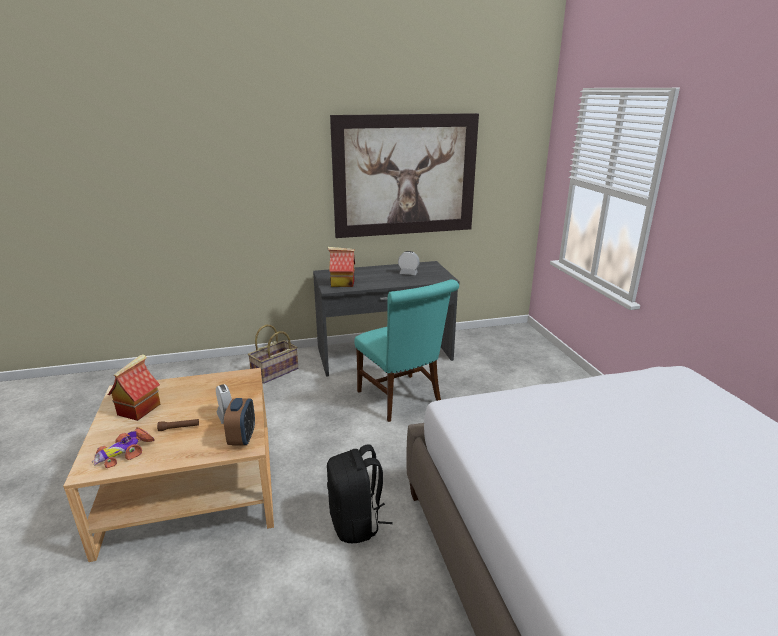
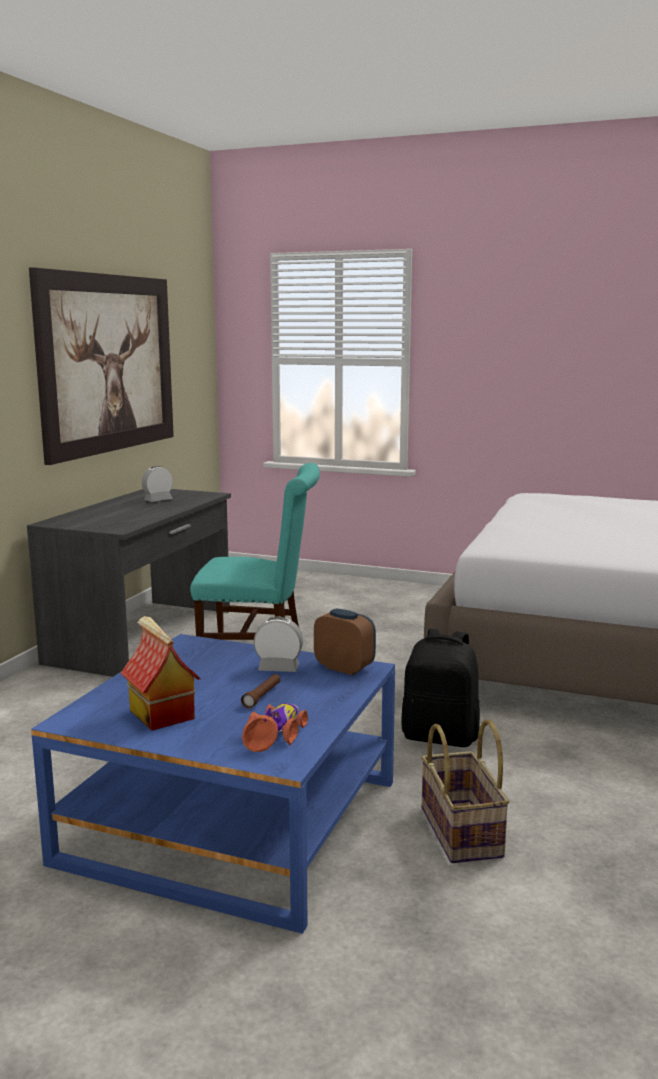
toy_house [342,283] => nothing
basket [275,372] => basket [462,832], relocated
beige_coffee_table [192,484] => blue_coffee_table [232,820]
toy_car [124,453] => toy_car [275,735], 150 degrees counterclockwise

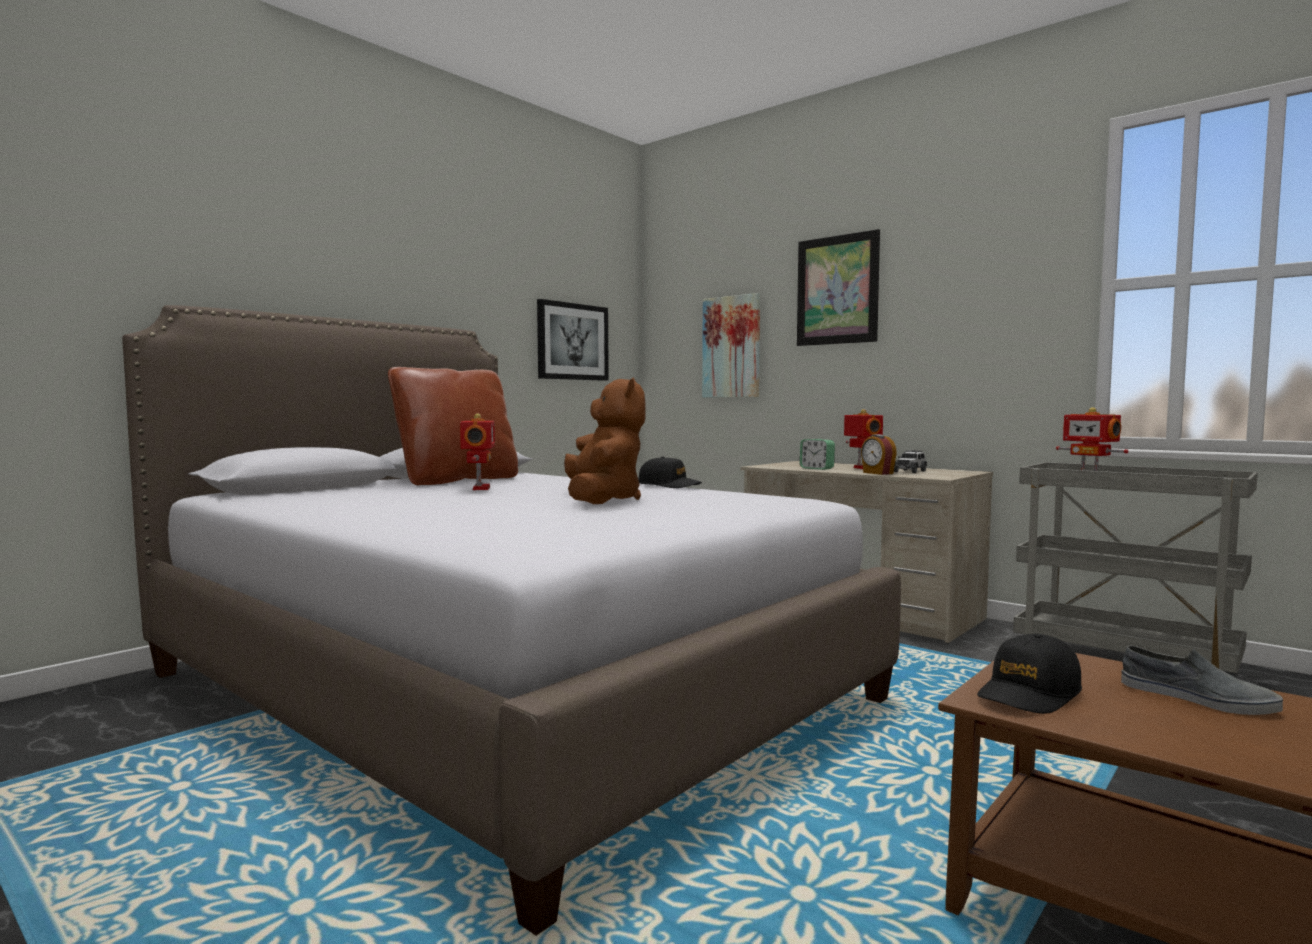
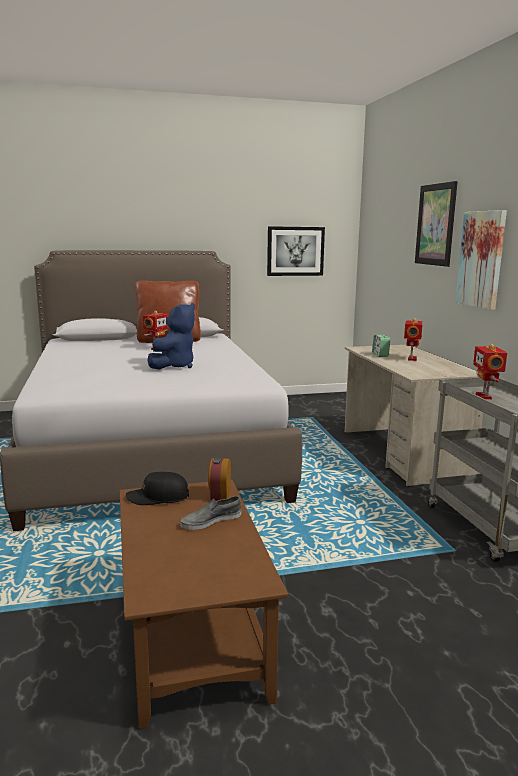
black_cap [669,485] => nothing
toy_car [910,471] => nothing
picture [732,347] => picture [481,259], relocated
alarm_clock [877,473] => alarm_clock [219,495], relocated
brown_plush_toy [602,500] => blue_plush_toy [174,366]
grey_shoe [1196,698] => grey_shoe [211,520], 75 degrees clockwise

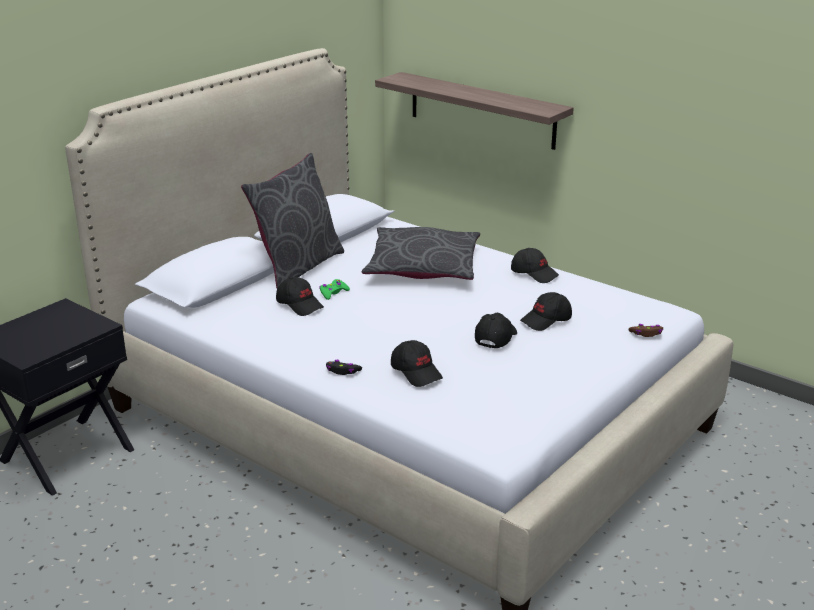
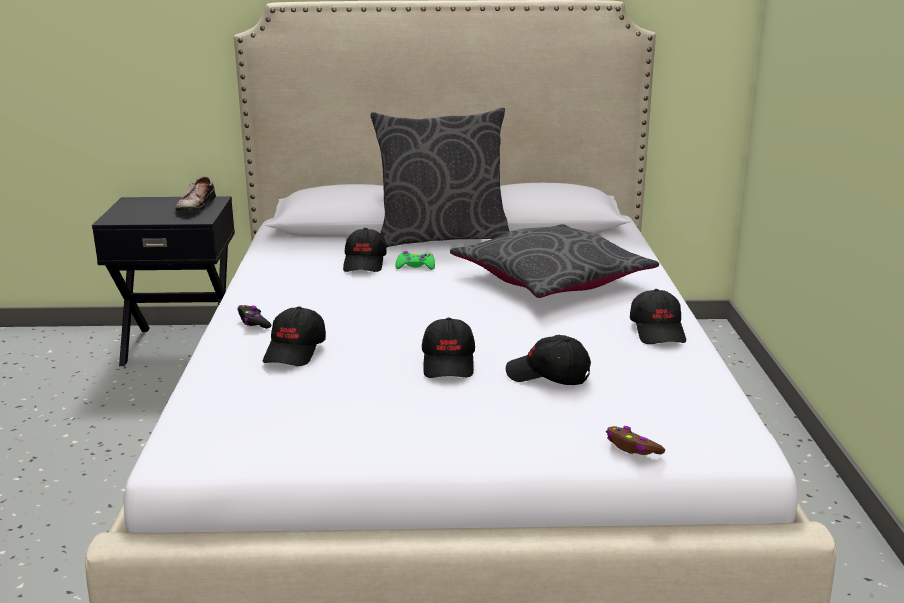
shelf [481,110] => nothing
nothing => shoe [195,206]
black_cap [495,337] => black_cap [449,363], 105 degrees clockwise

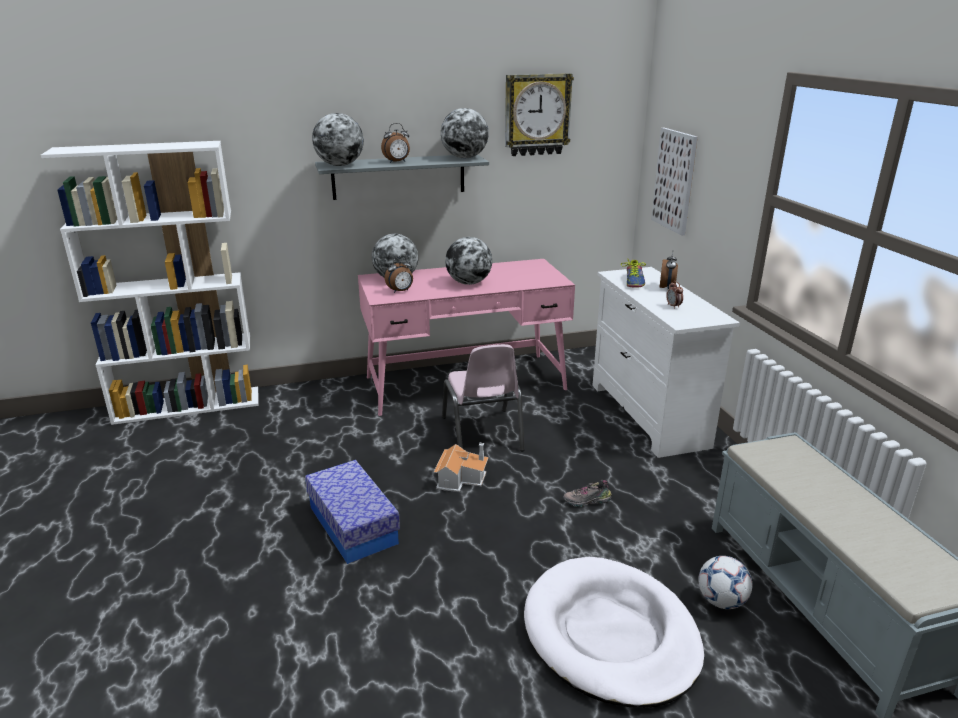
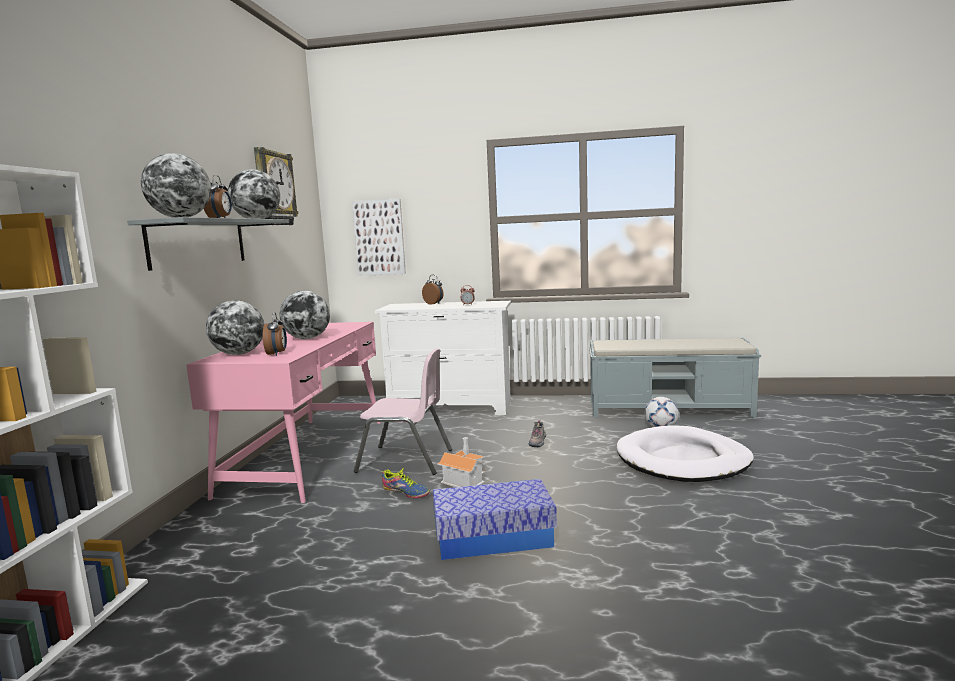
shoe [634,282] => shoe [405,491], relocated

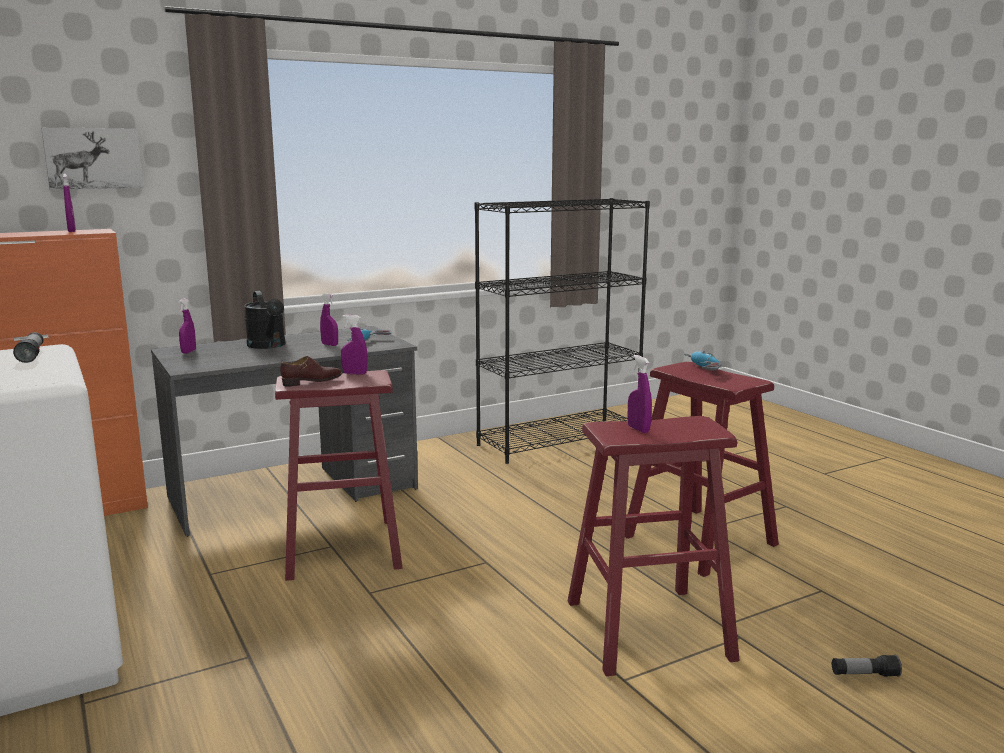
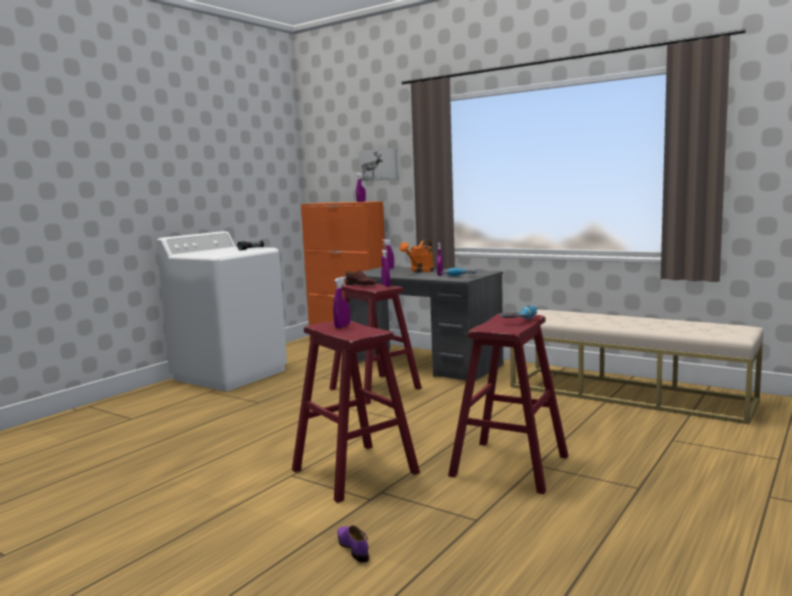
black_bookcase [559,440] => beige_bench [628,393]
flashlight [864,675] => purple_shoe [353,547]
black_watering_can [268,346] => orange_watering_can [419,271]

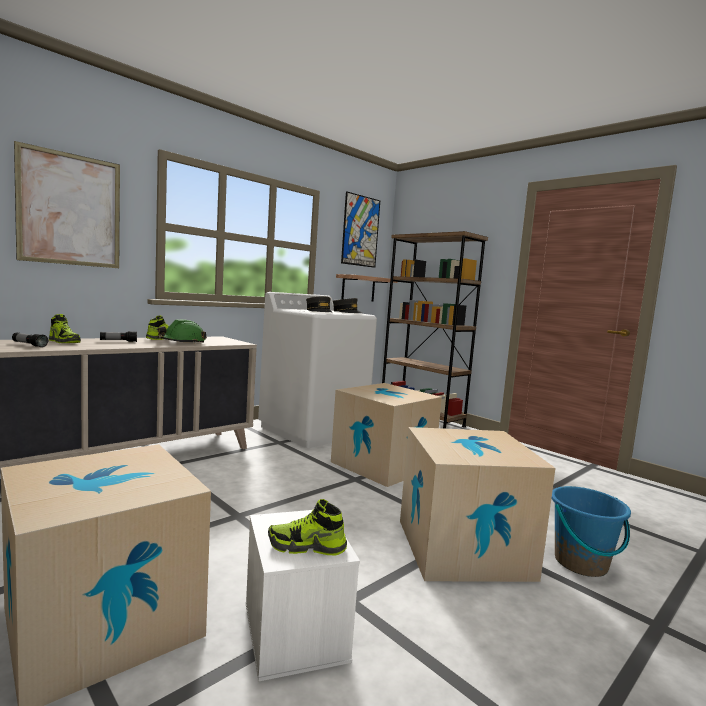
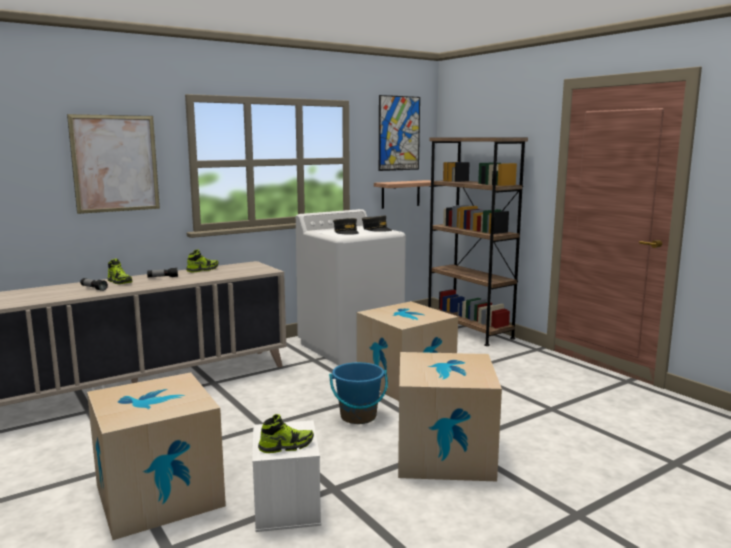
green_hard_hat [182,342] => nothing
blue_bucket [581,563] => blue_bucket [358,416], relocated
shoe [306,547] => shoe [286,446], 150 degrees clockwise

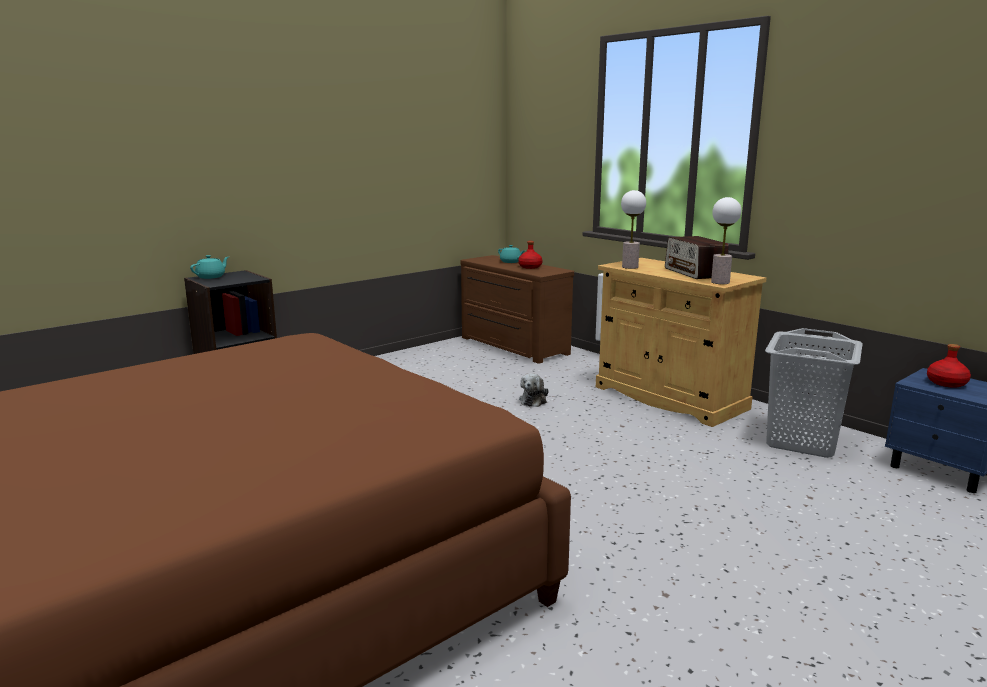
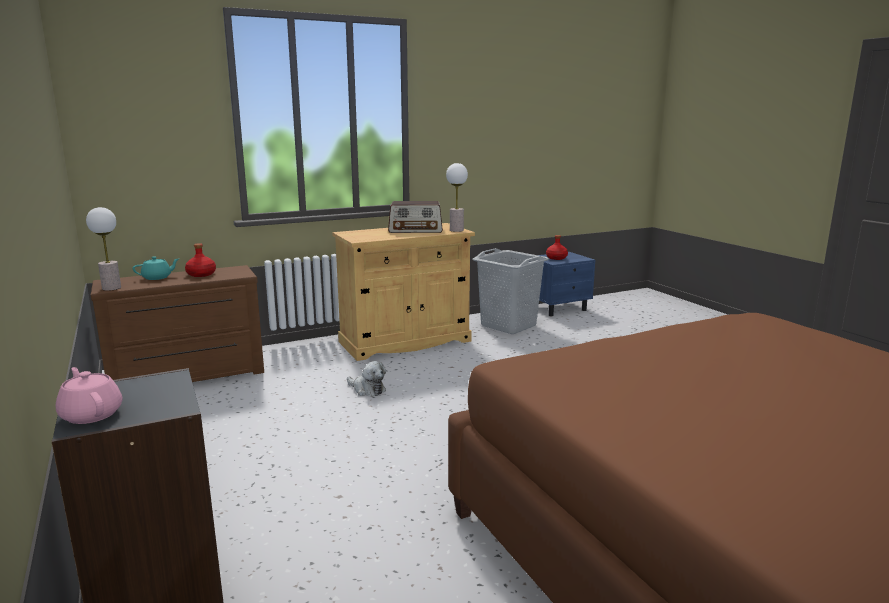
table_lamp [630,267] => table_lamp [111,288], relocated
turquoise_teapot [211,277] => pink_teapot [91,414]

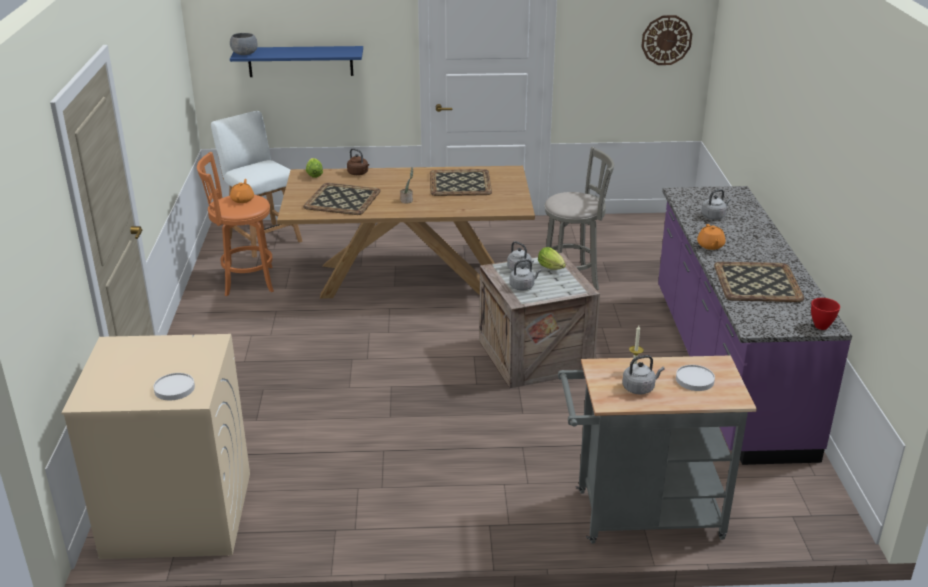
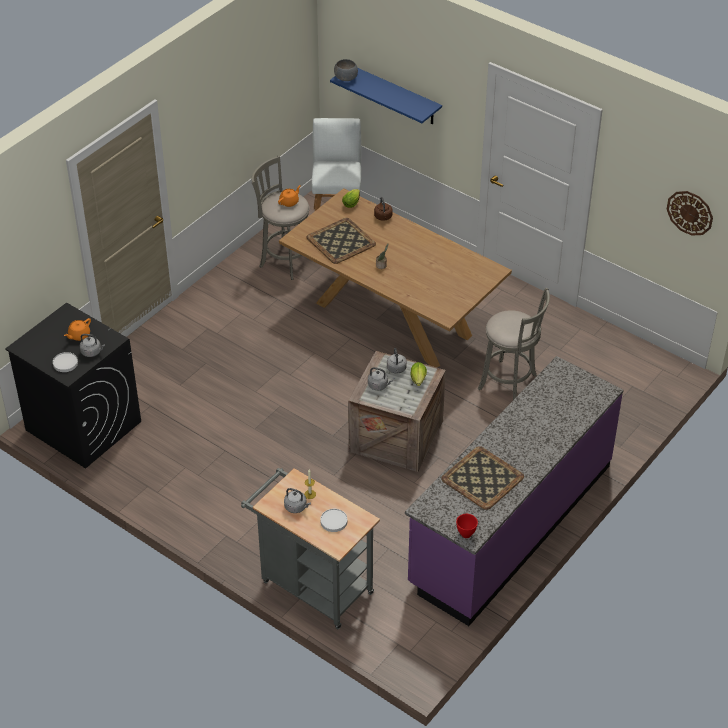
tray [460,183] => nothing
orange_teapot [710,246] => orange_teapot [79,335], relocated
grey_kettle [714,216] => grey_kettle [92,352], relocated
beige_washing_machine [177,514] => black_washing_machine [82,425]
orange_stool [245,281] => grey_stool [284,259]

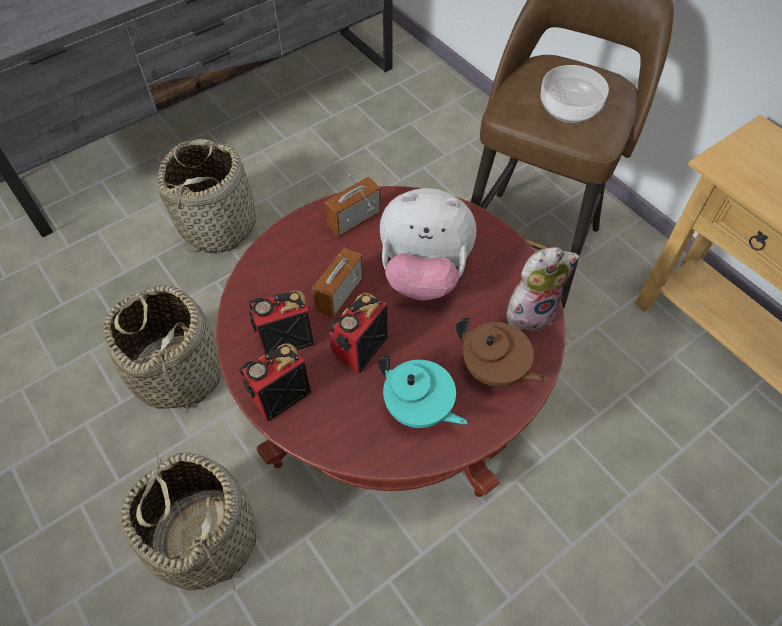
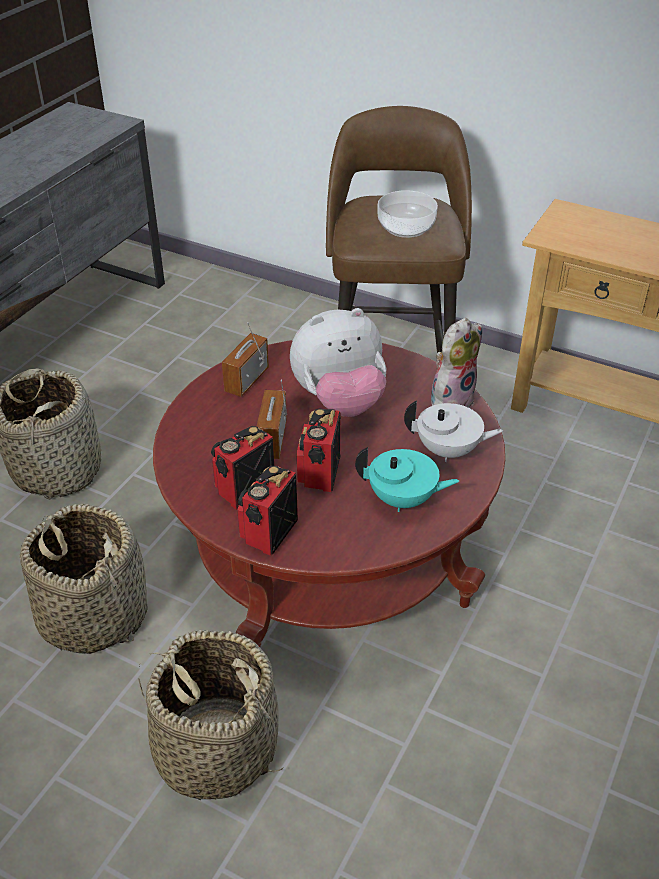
brown_teapot [494,370] => white_teapot [448,451]

